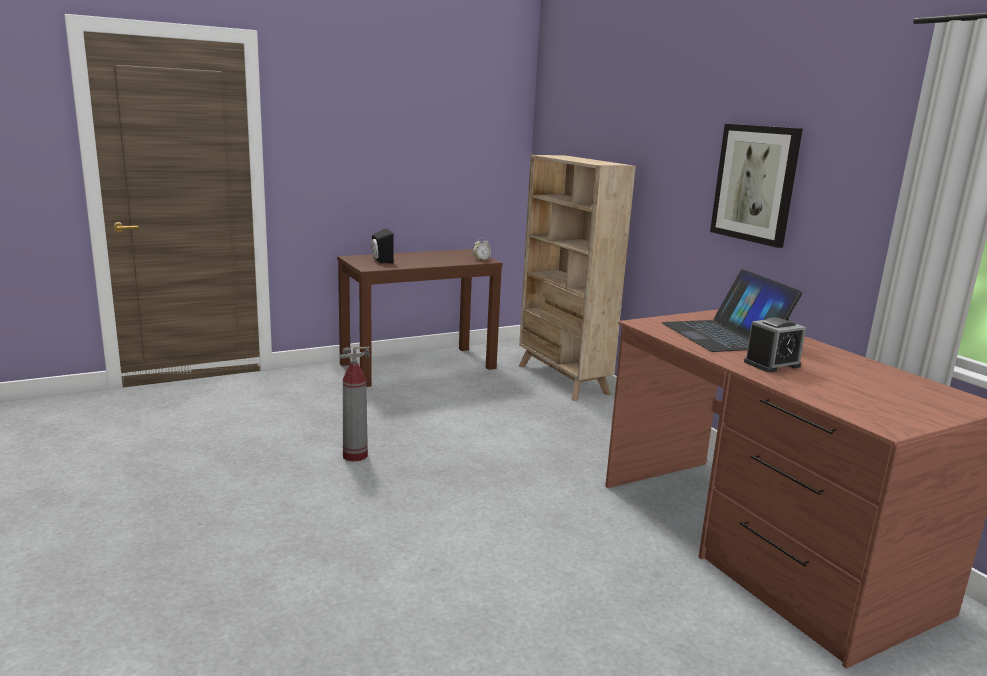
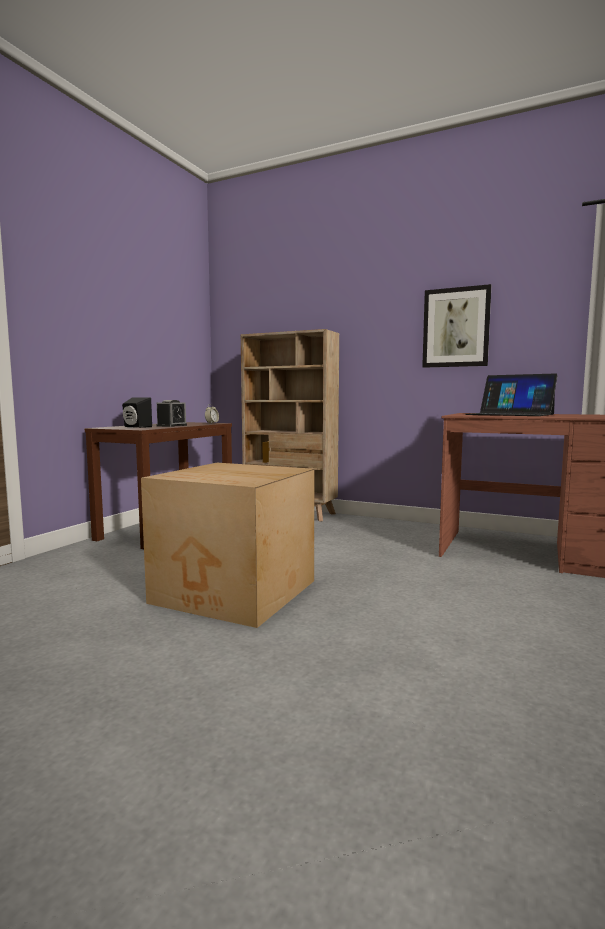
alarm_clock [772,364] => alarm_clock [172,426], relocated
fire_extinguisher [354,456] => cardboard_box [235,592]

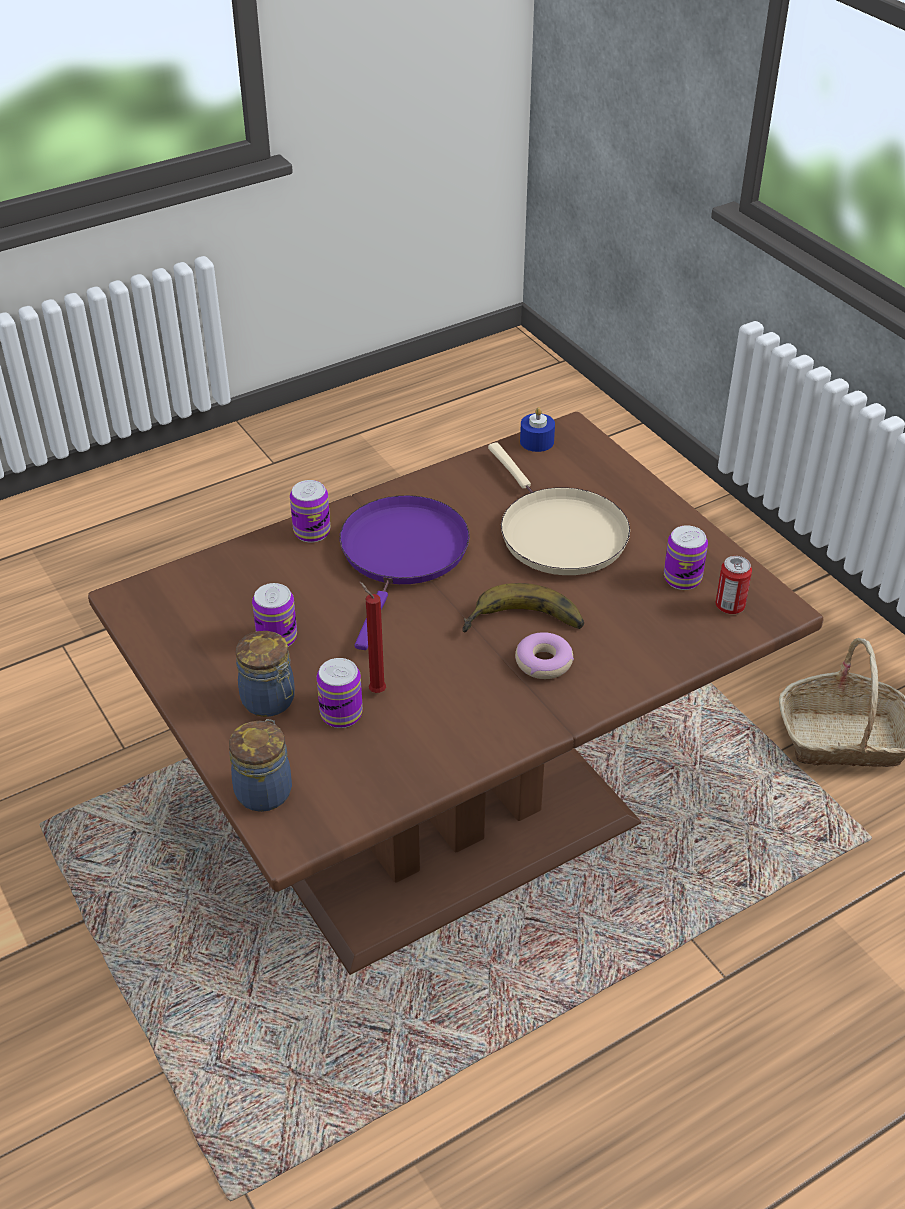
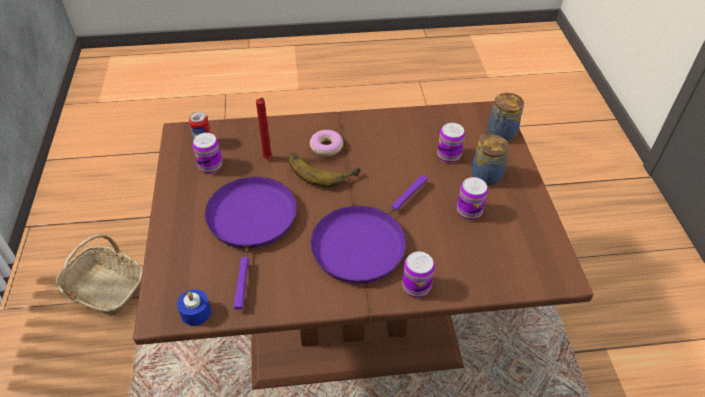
red_candle [375,690] => red_candle [268,159], relocated
beige_frying_pan [558,533] => purple_frying_pan [252,222]

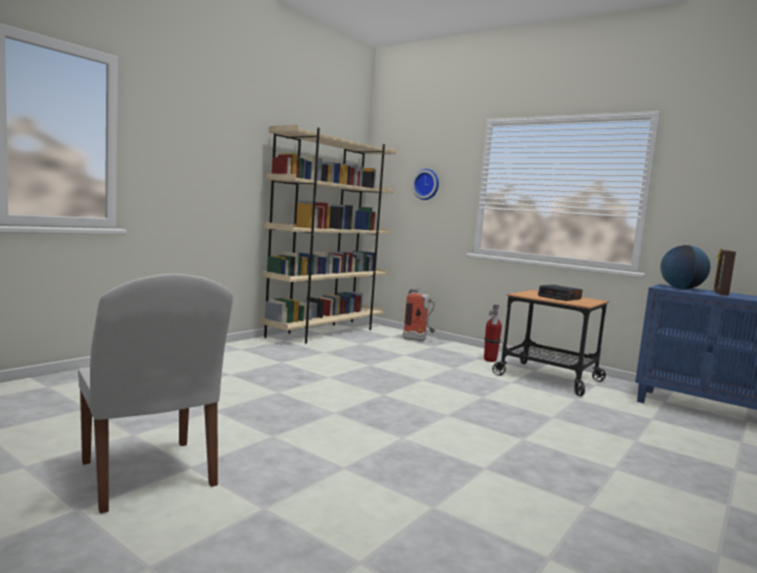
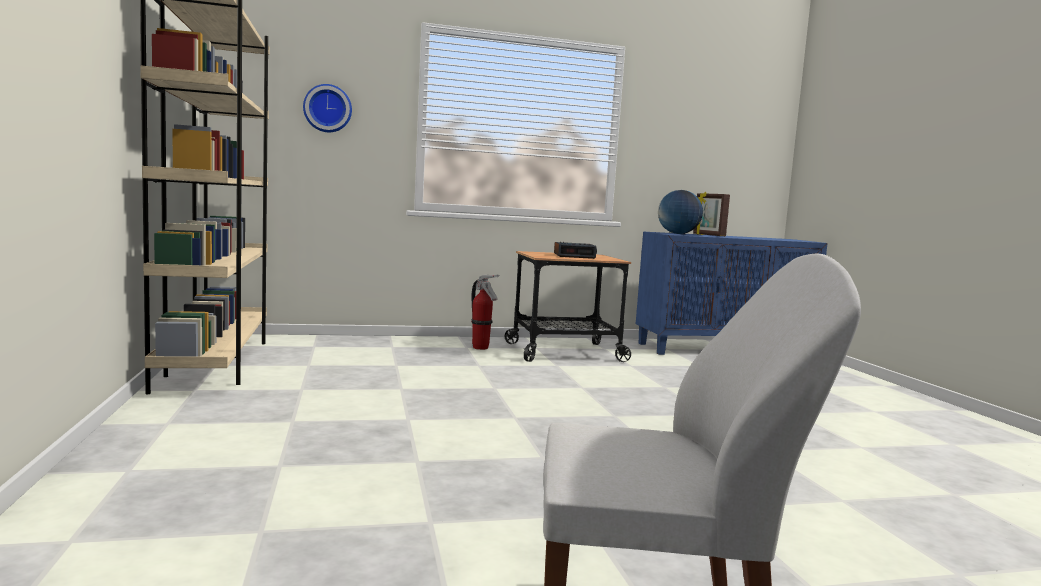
fire_extinguisher [418,340] => nothing

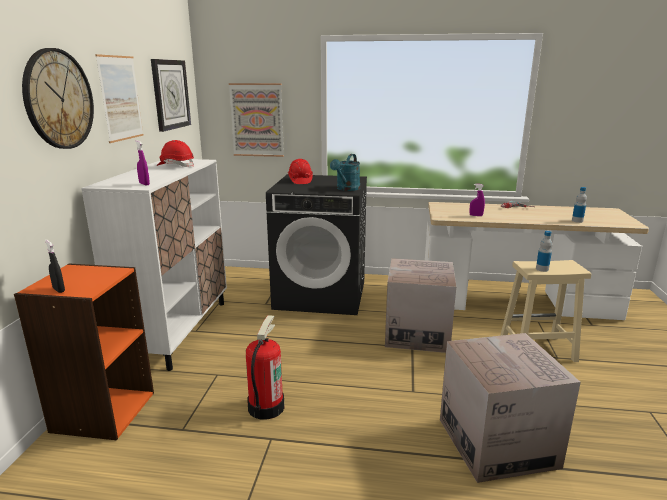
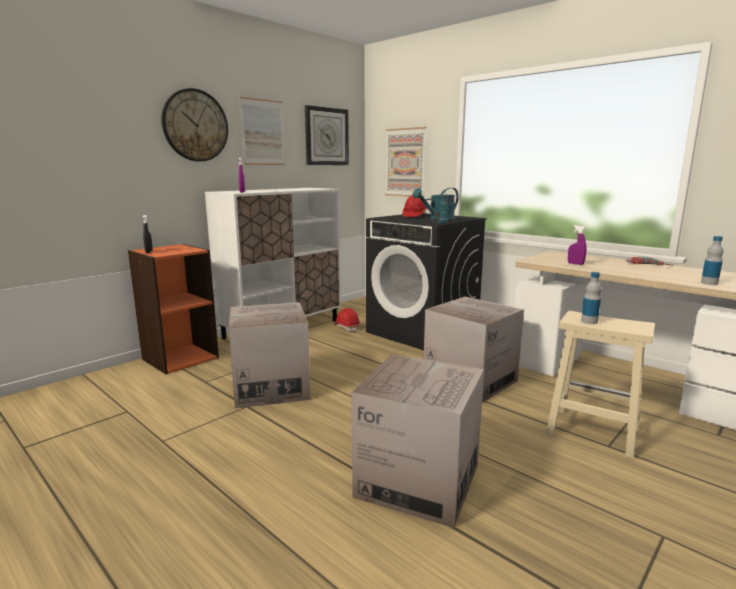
red_hard_hat [176,166] => red_hard_hat [346,327], relocated
fire_extinguisher [265,407] => cardboard_box [271,388]

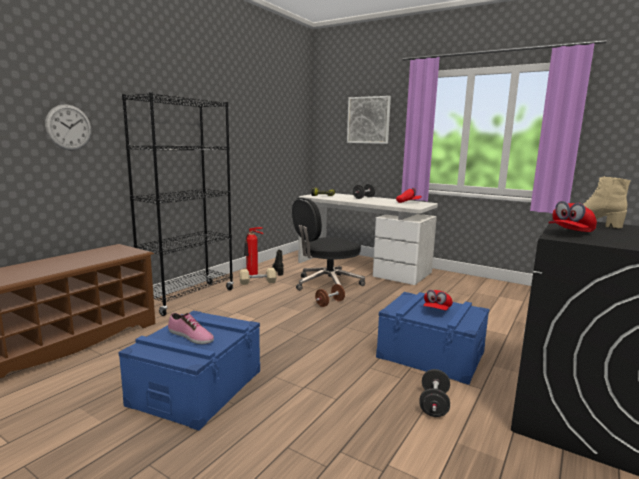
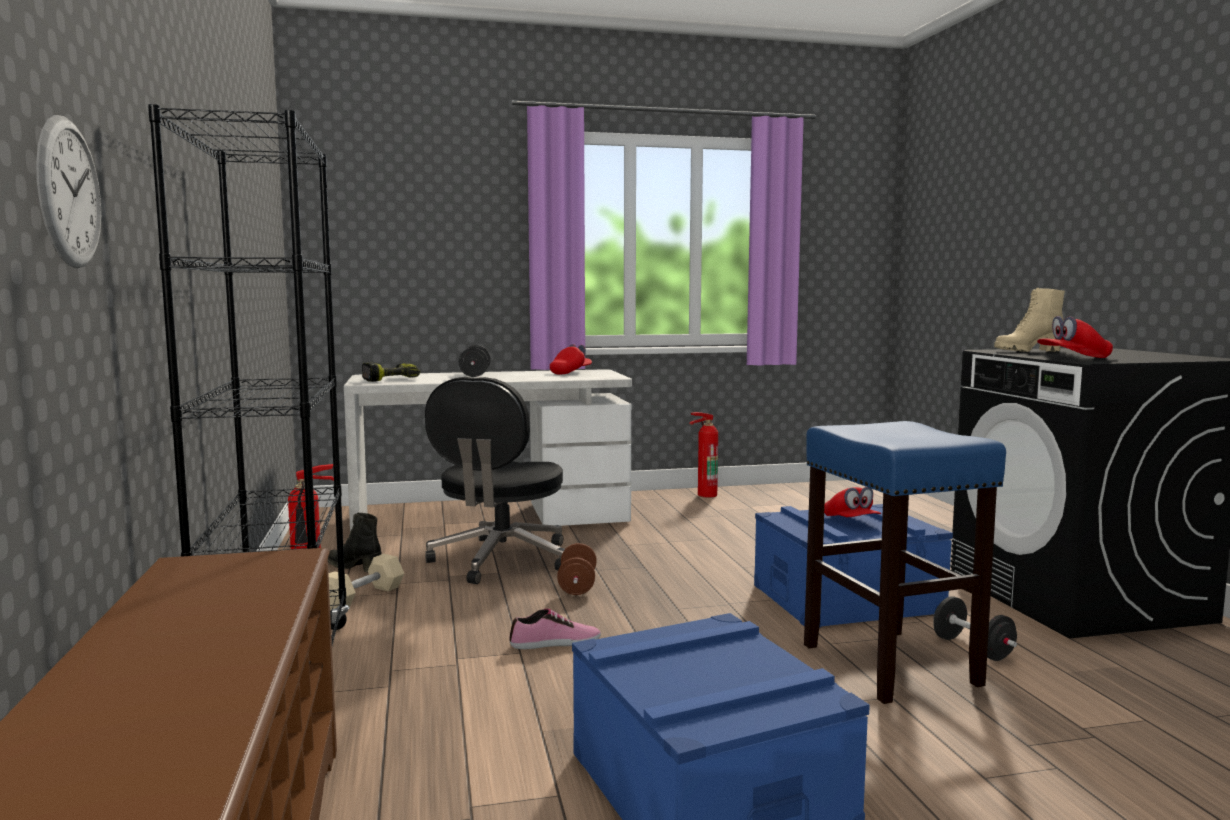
picture [368,120] => nothing
nothing => fire_extinguisher [704,495]
nothing => blue_stool [891,665]
shoe [190,336] => shoe [555,643], relocated
red_cap [570,233] => red_cap [1073,358], 75 degrees clockwise

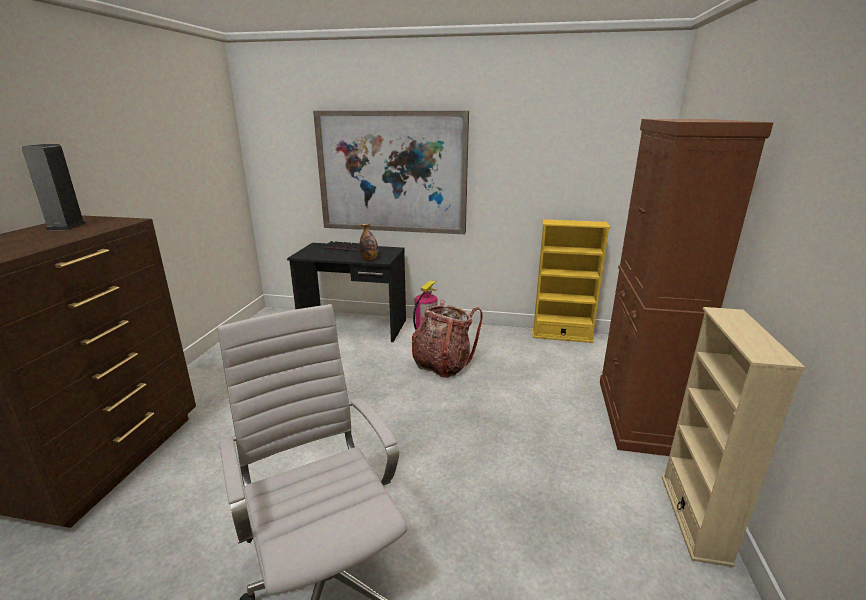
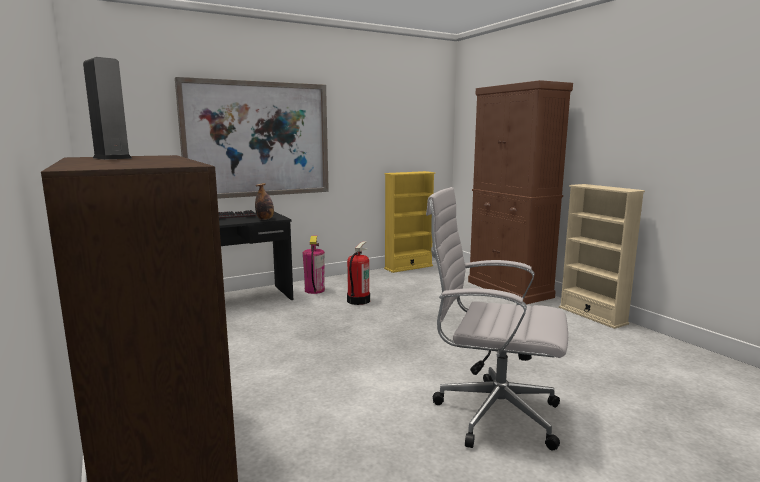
backpack [442,364] => fire_extinguisher [358,300]

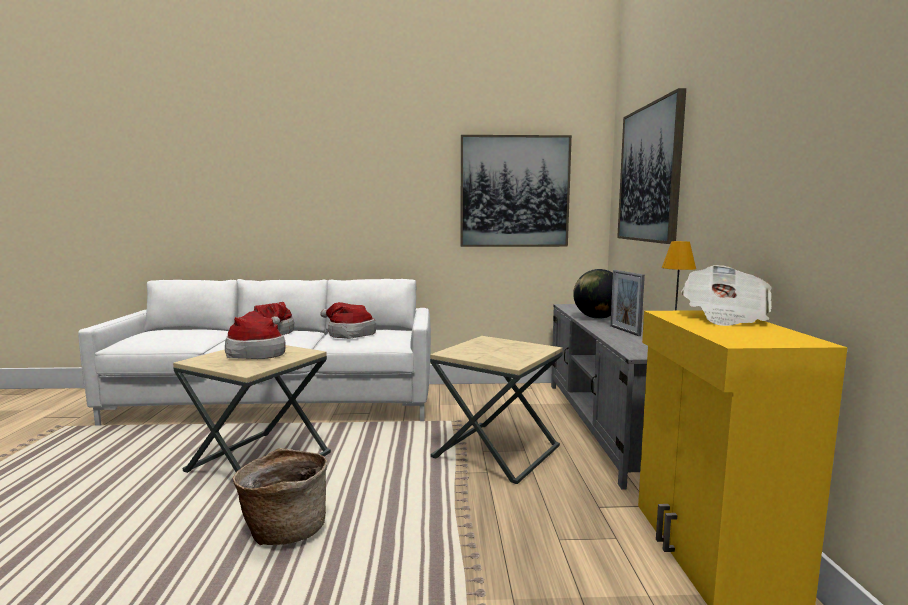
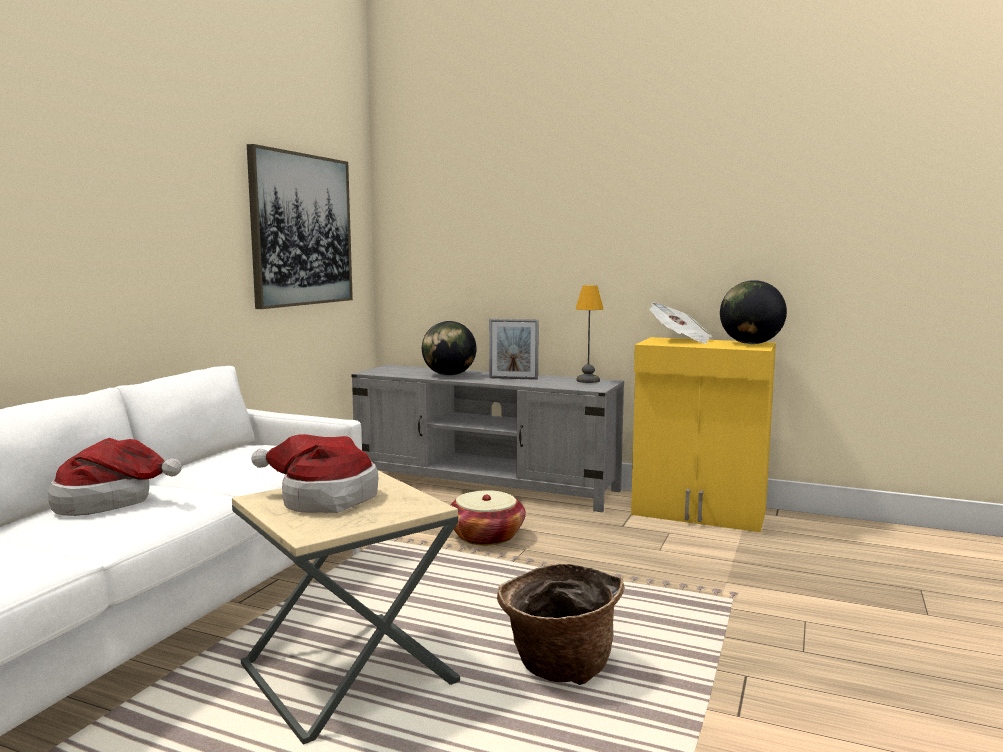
hat [348,334] => nothing
picture [650,174] => nothing
nothing => globe [751,343]
beige_side_table [496,452] => basket [486,536]

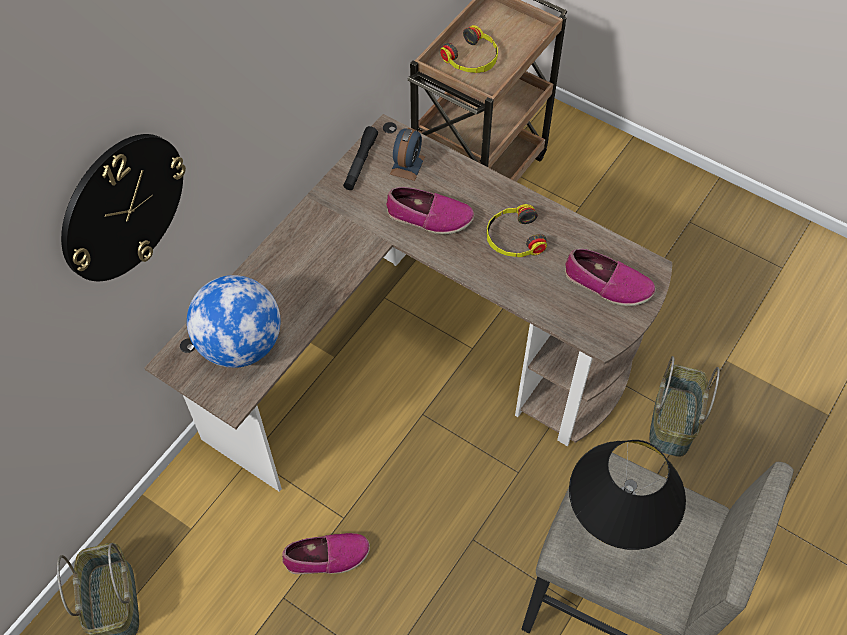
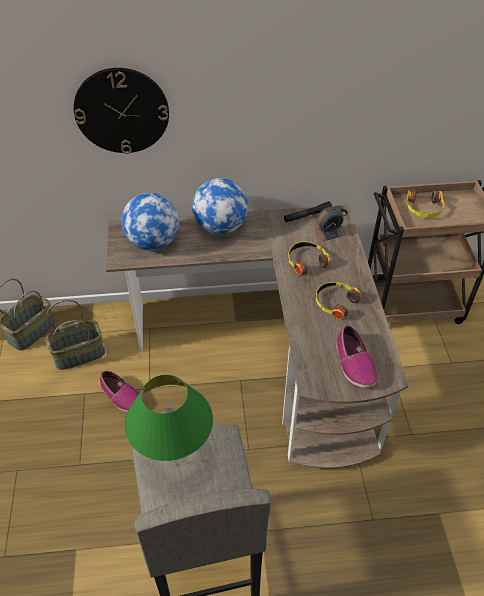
nothing => globe [220,227]
basket [671,420] => basket [79,353], relocated
shoe [429,217] => headphones [306,261]
black_table_lamp [609,537] => green_table_lamp [175,465]

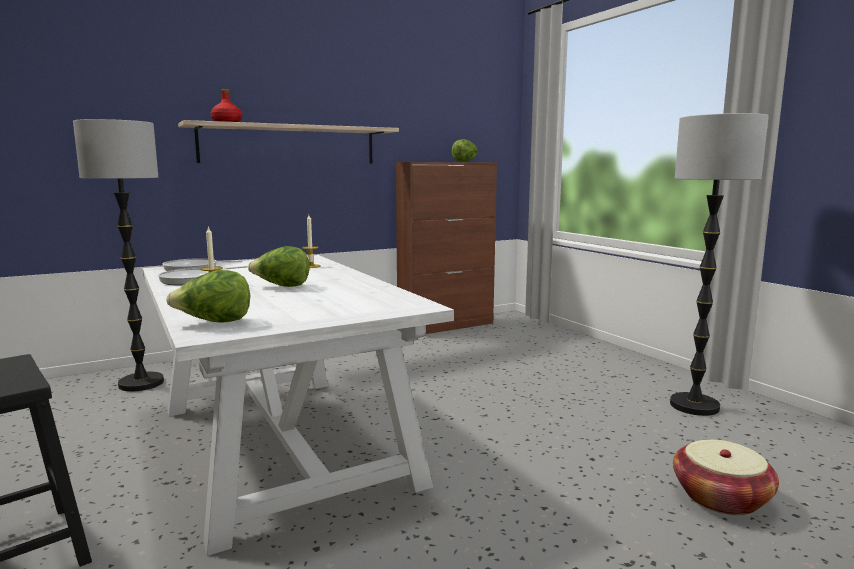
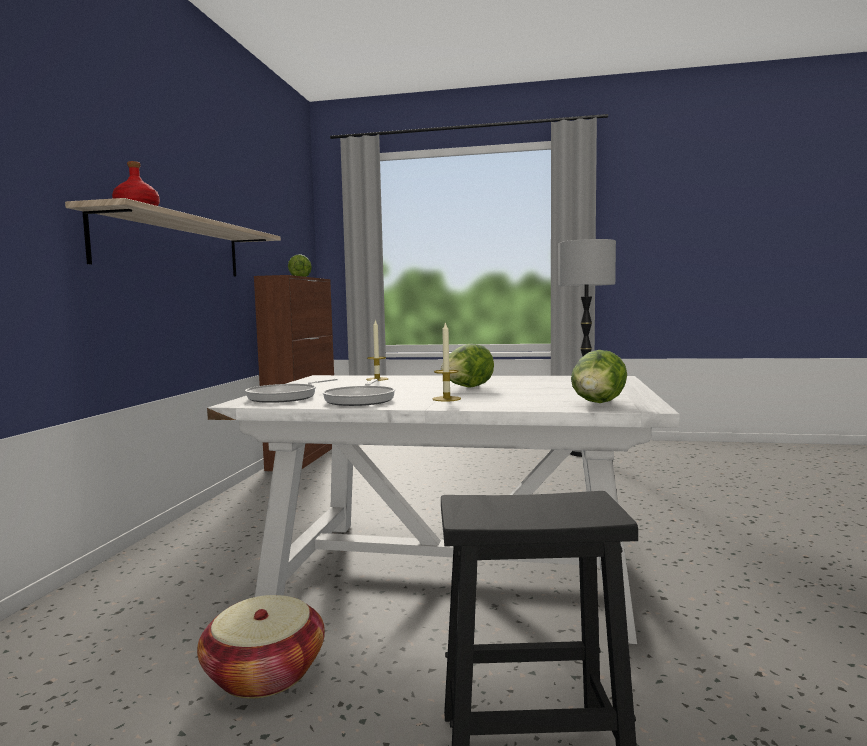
floor_lamp [141,383] => nothing
basket [721,498] => basket [264,673], relocated

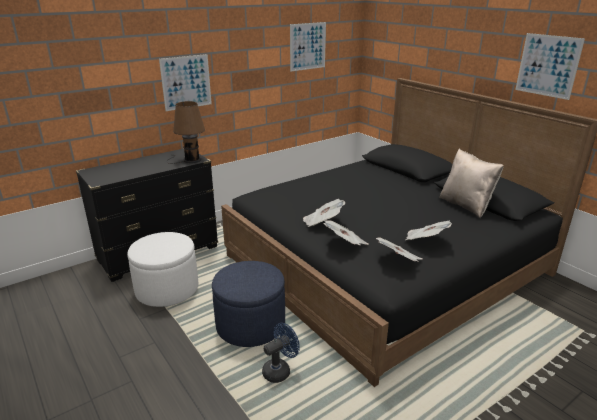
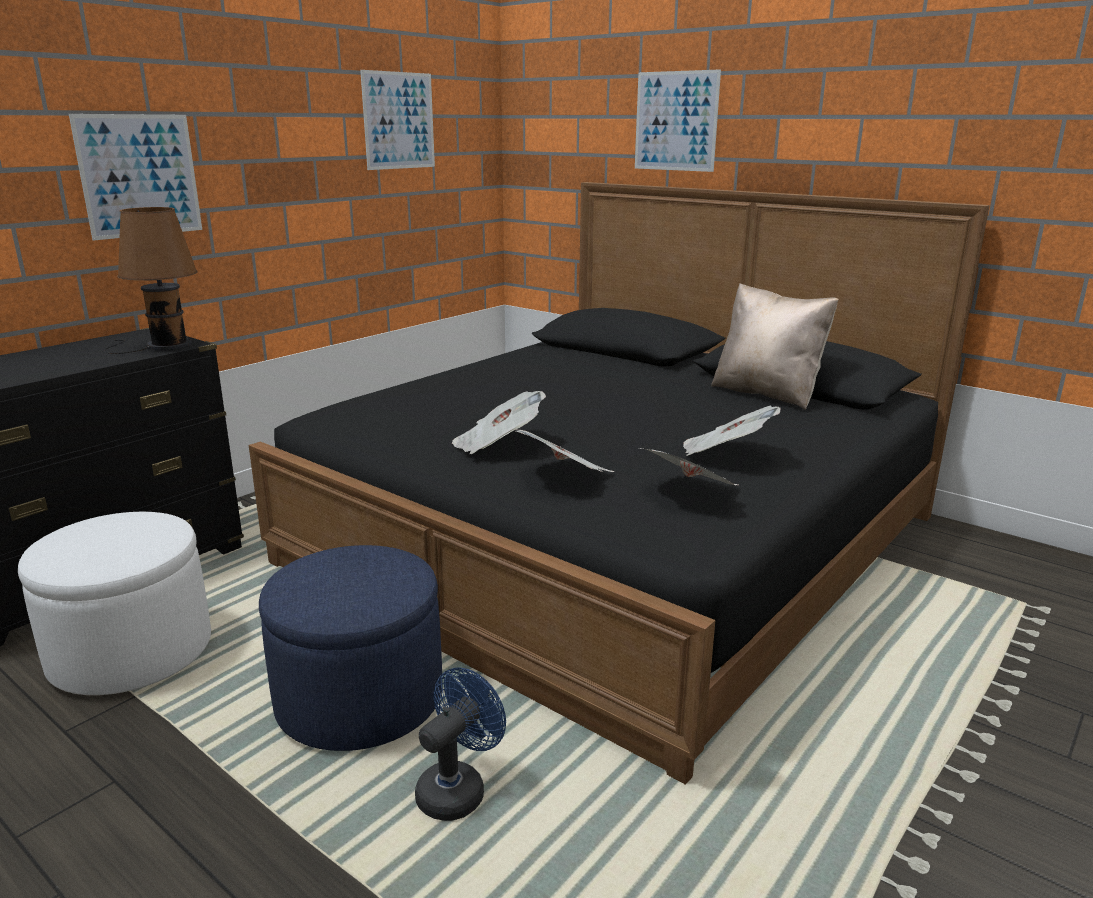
picture [547,65] => picture [675,121], relocated

